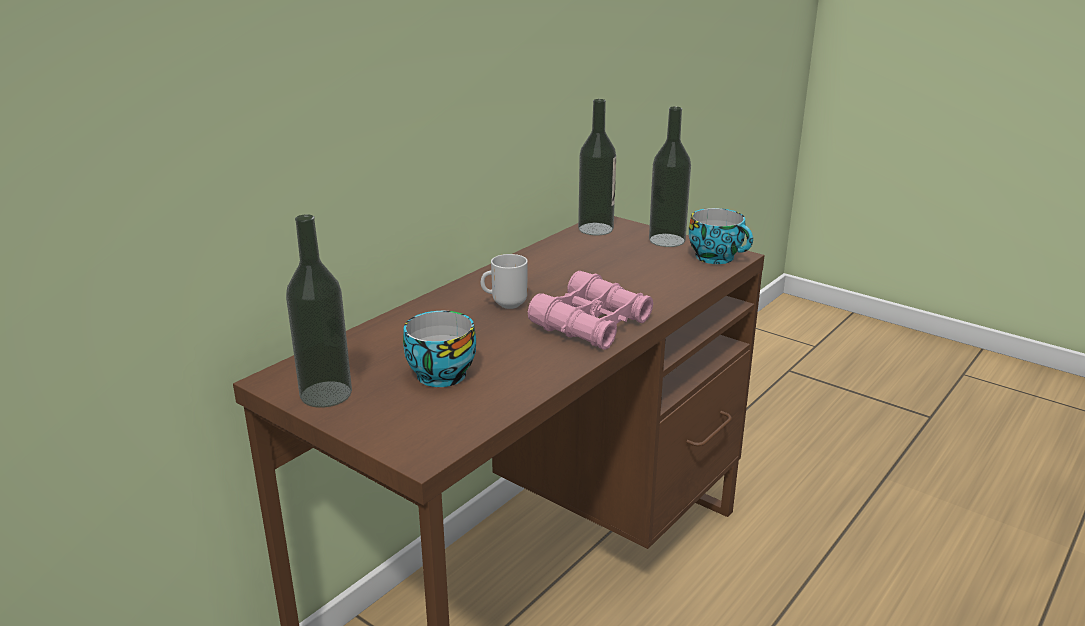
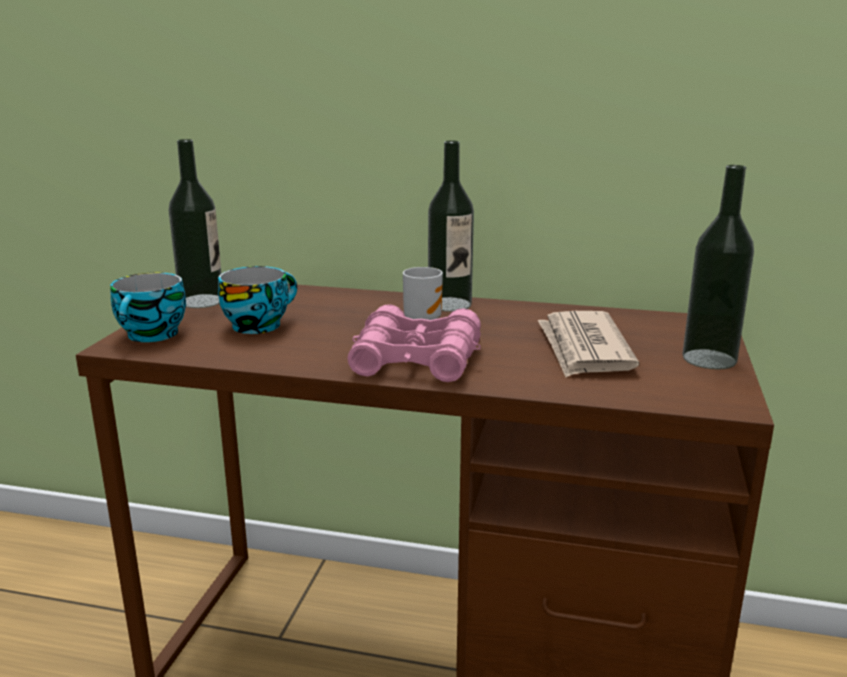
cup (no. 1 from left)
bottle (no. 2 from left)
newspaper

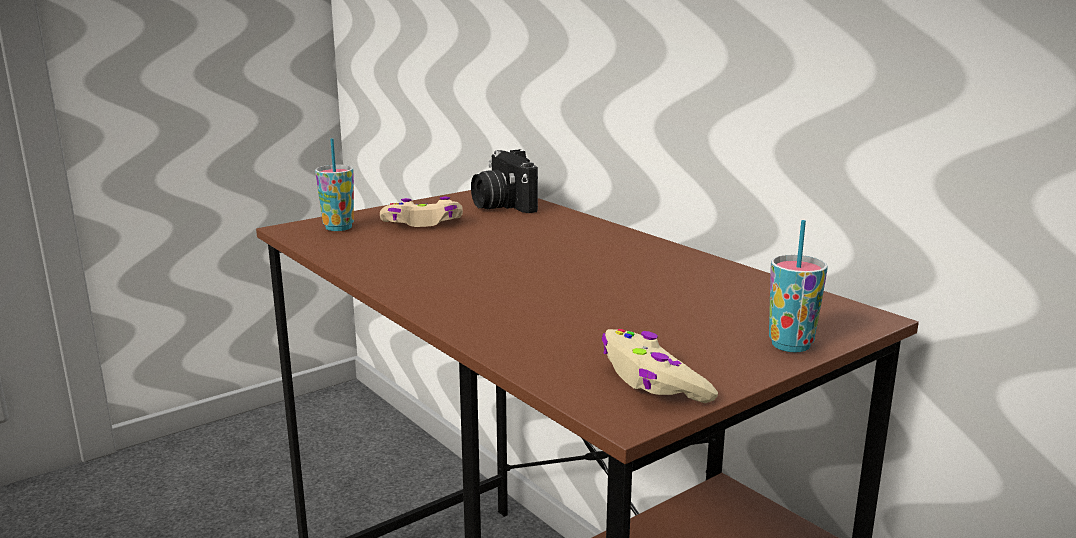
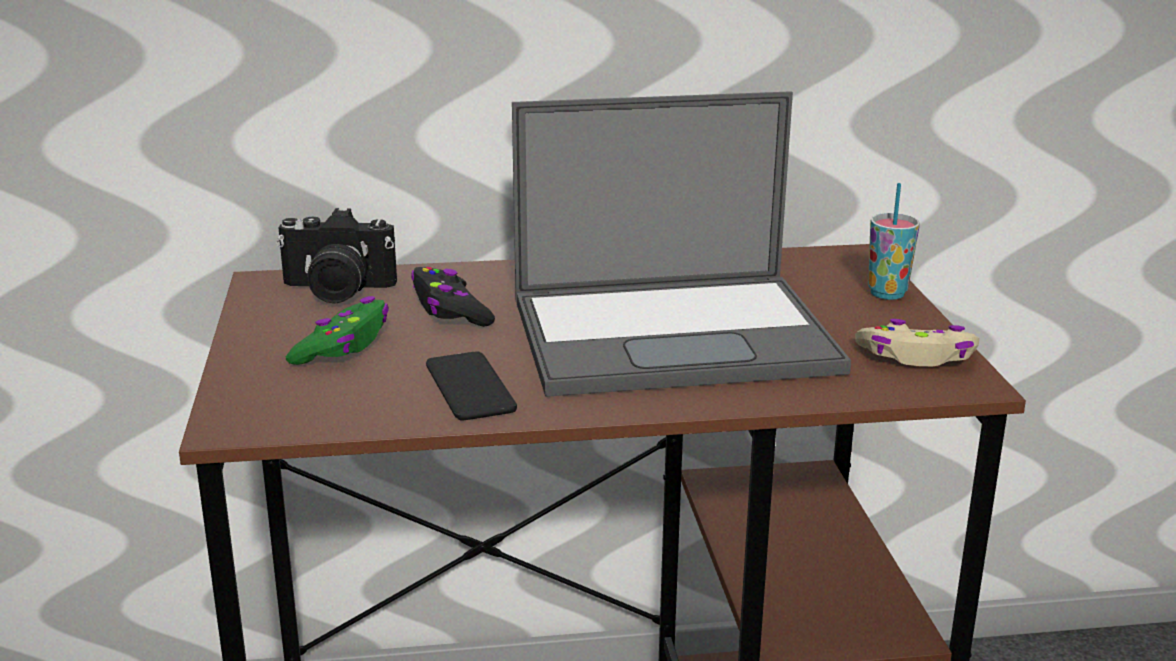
green game controller
black game controller
phone
laptop
cup (no. 1 from left in the first image)

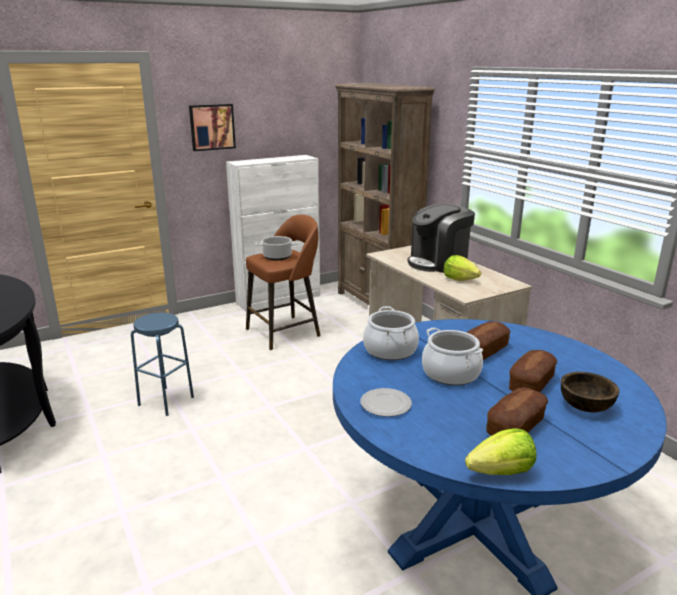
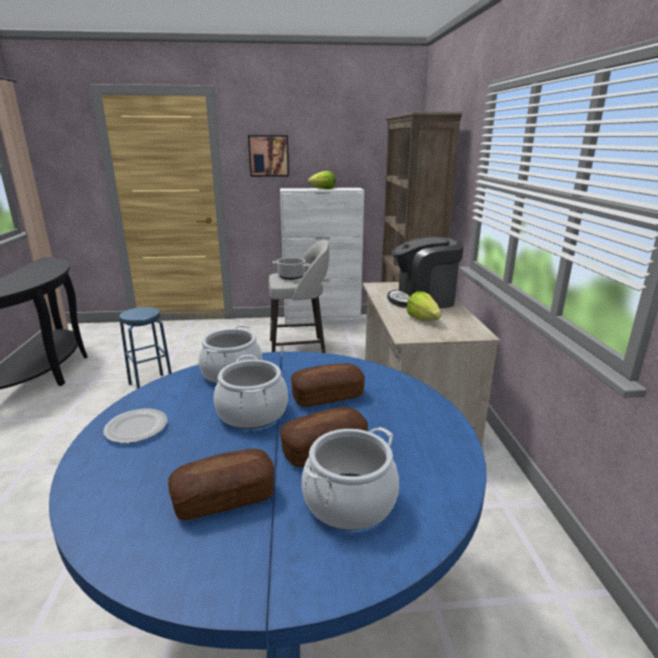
grey stool
cooking pot (no. 4 from left)
lettuce (no. 1 from left)

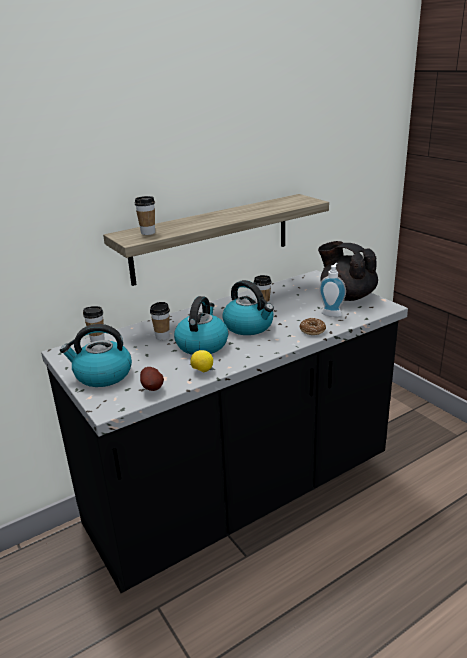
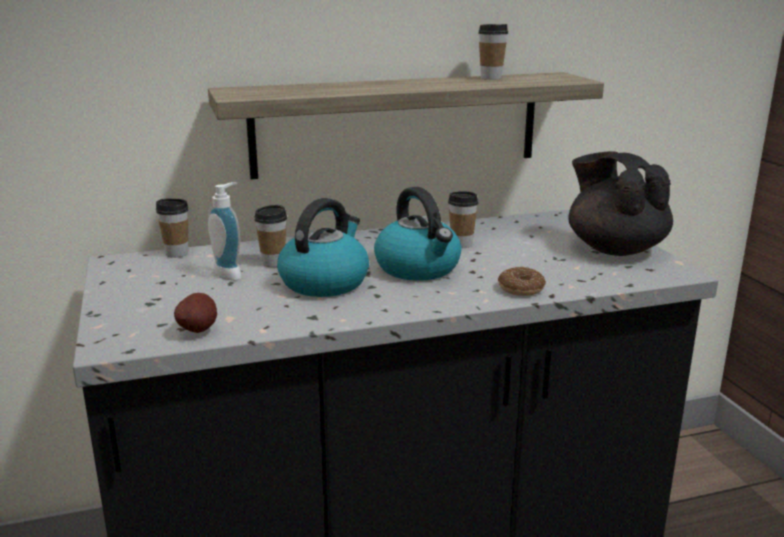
soap dispenser
cup (no. 4 from left)
kettle (no. 1 from left in the first image)
lemon

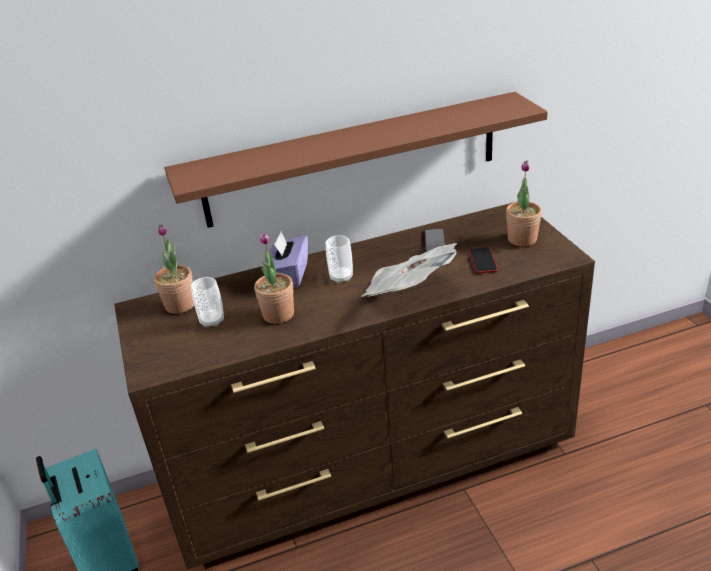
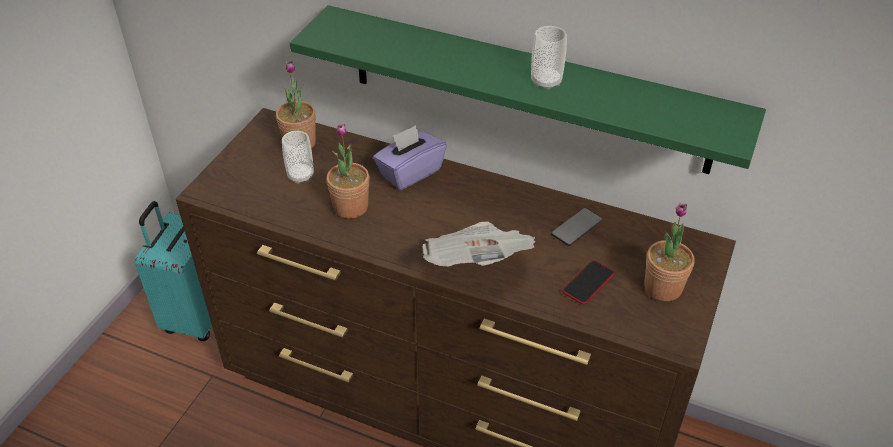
green shelf
cup (no. 2 from left)

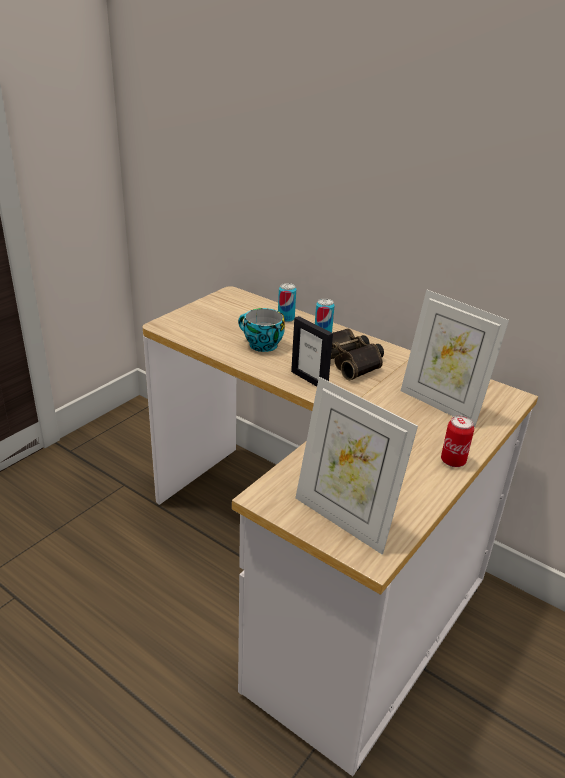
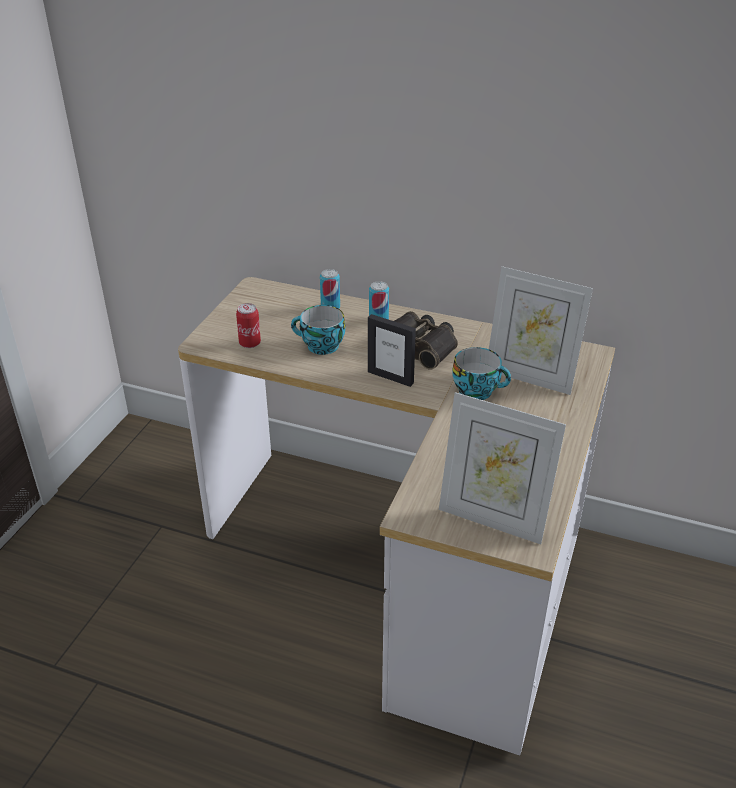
can (no. 1 from left)
cup (no. 2 from left)

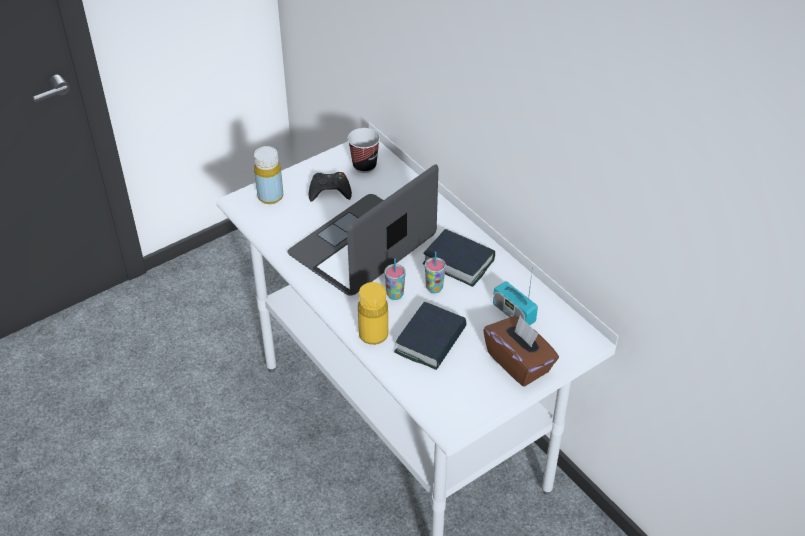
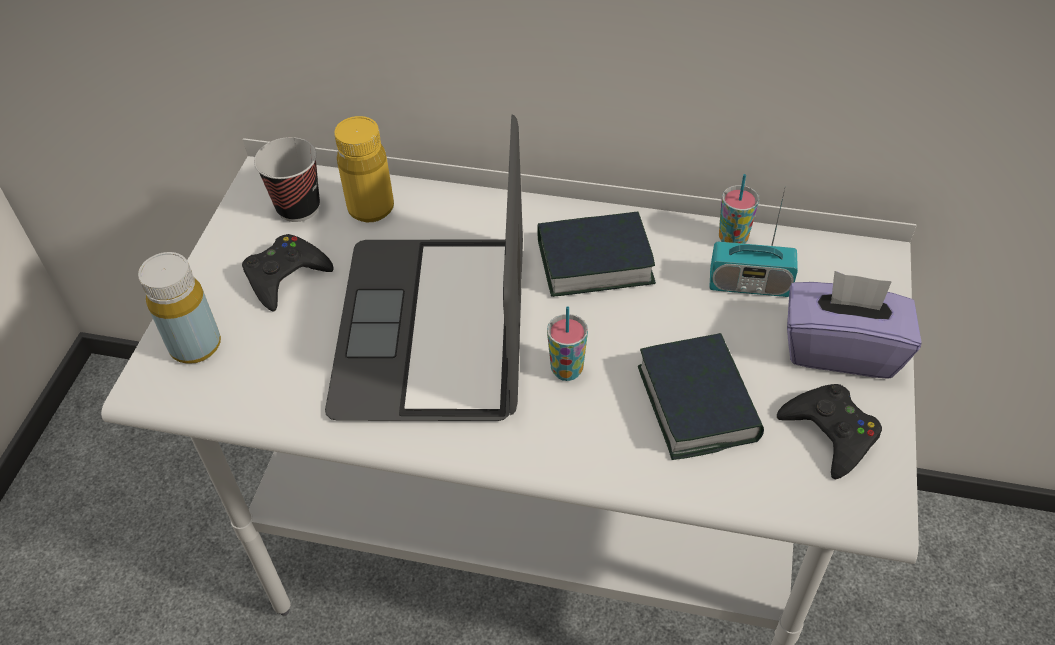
yellow bottle (no. 2 from left)
cup (no. 3 from left)
black game controller (no. 2 from left)
purple tissue box

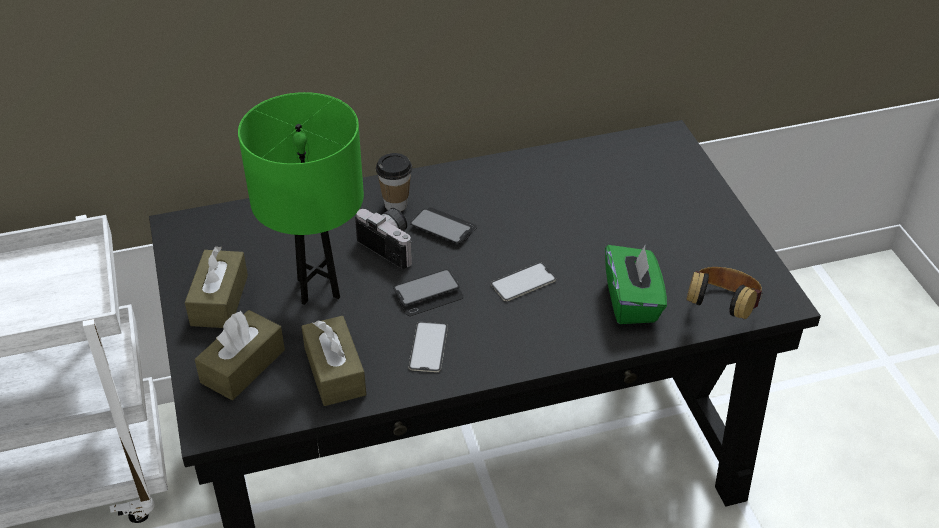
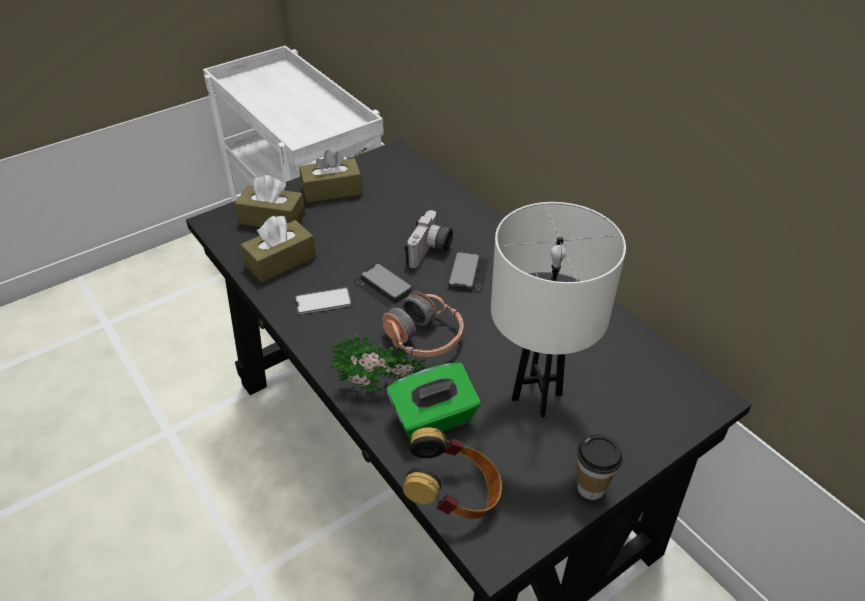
potted plant
headphones (no. 1 from left)
white table lamp
cup
green table lamp

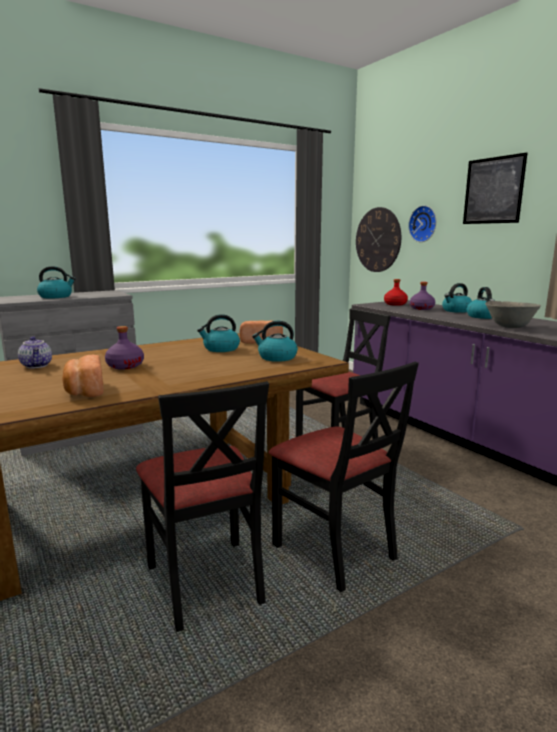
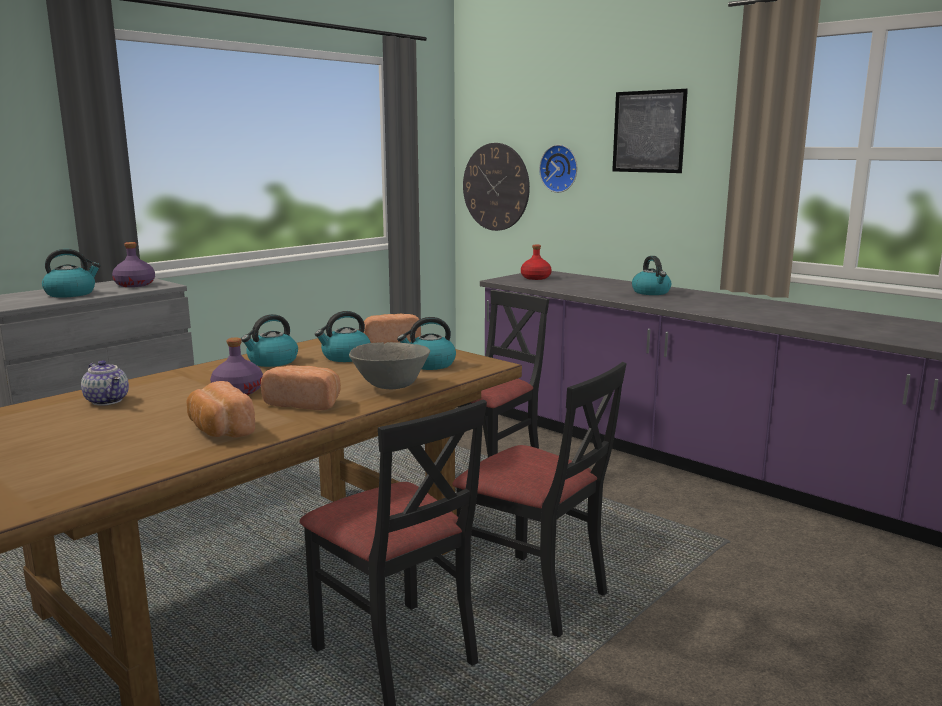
purple bottle (no. 1 from left)
kettle (no. 2 from left)
bread (no. 2 from left)
grey bowl

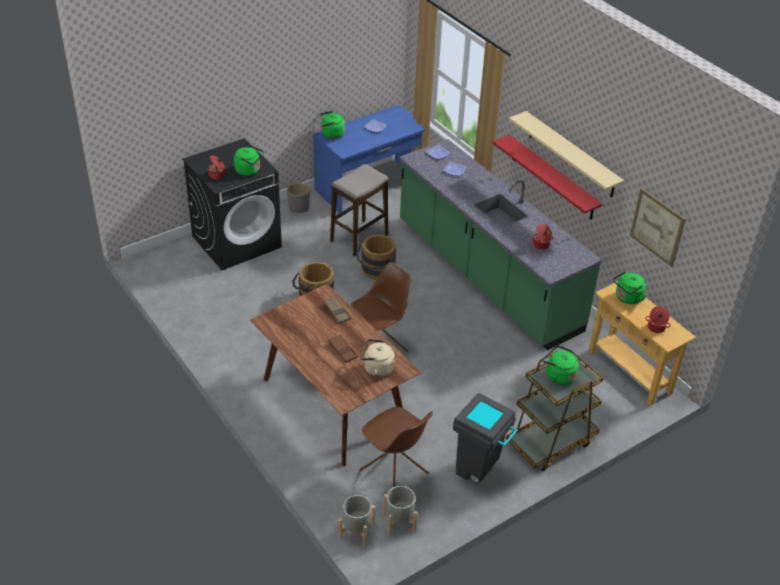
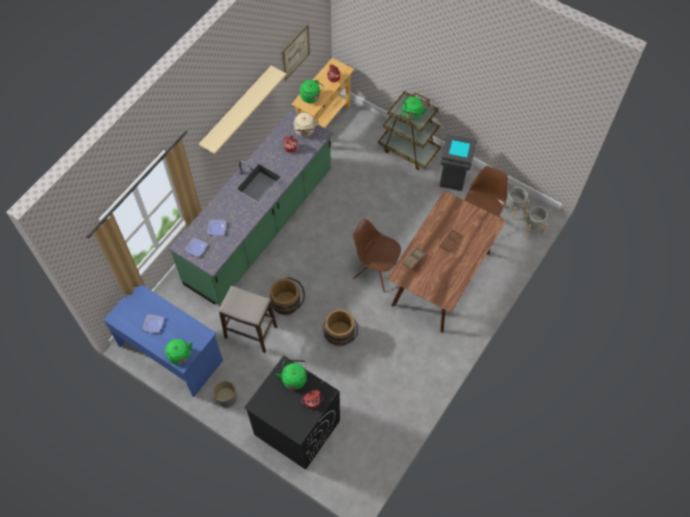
beige kettle
red shelf

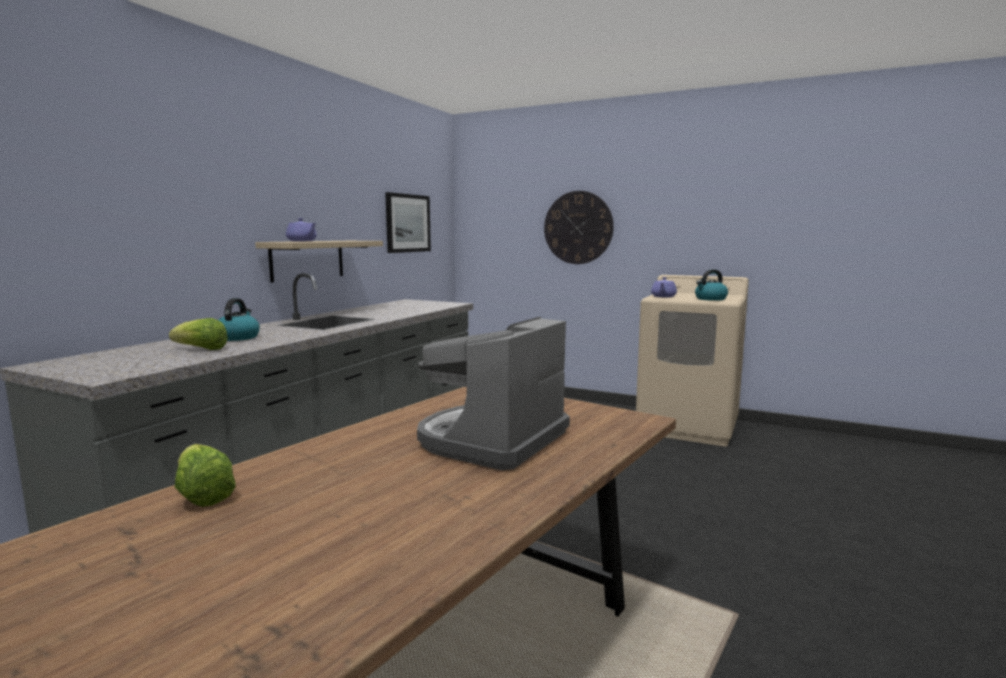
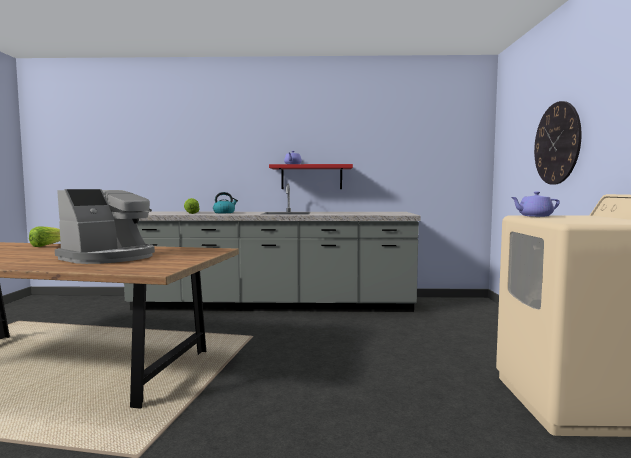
coffee machine
red shelf
picture
kettle (no. 2 from left in the first image)

